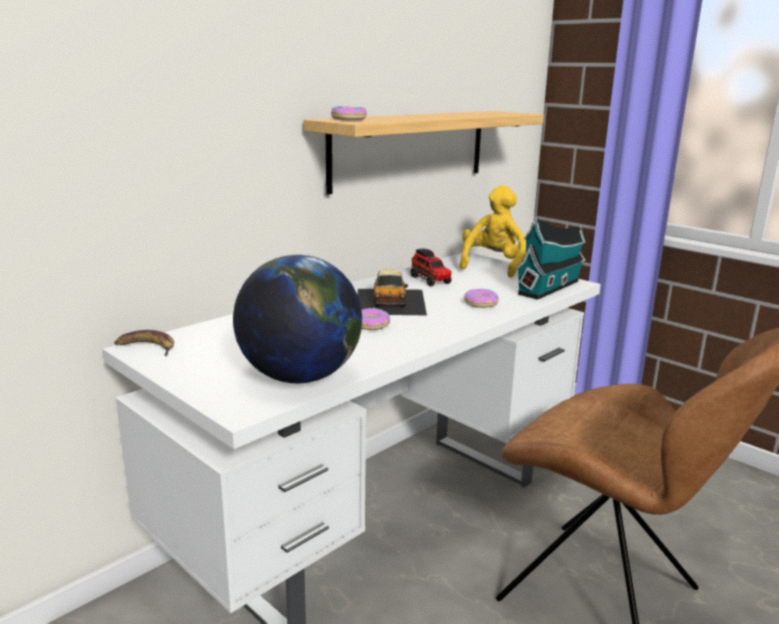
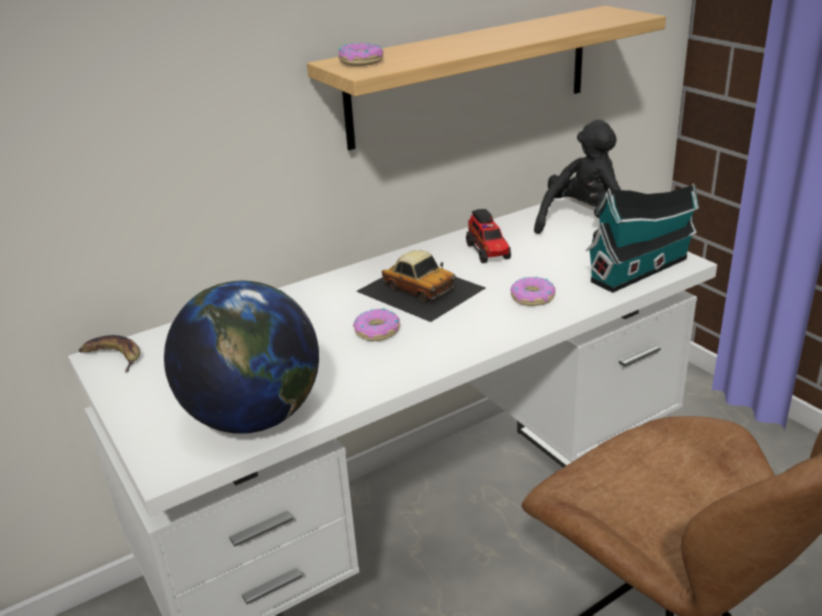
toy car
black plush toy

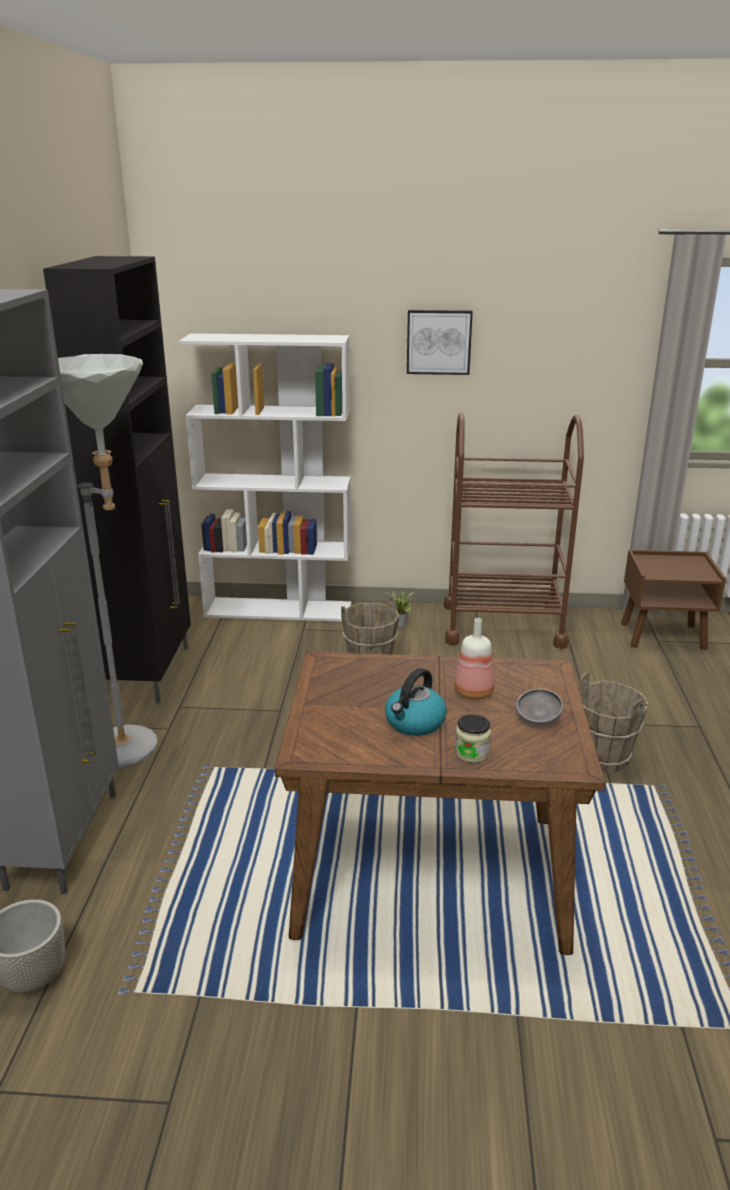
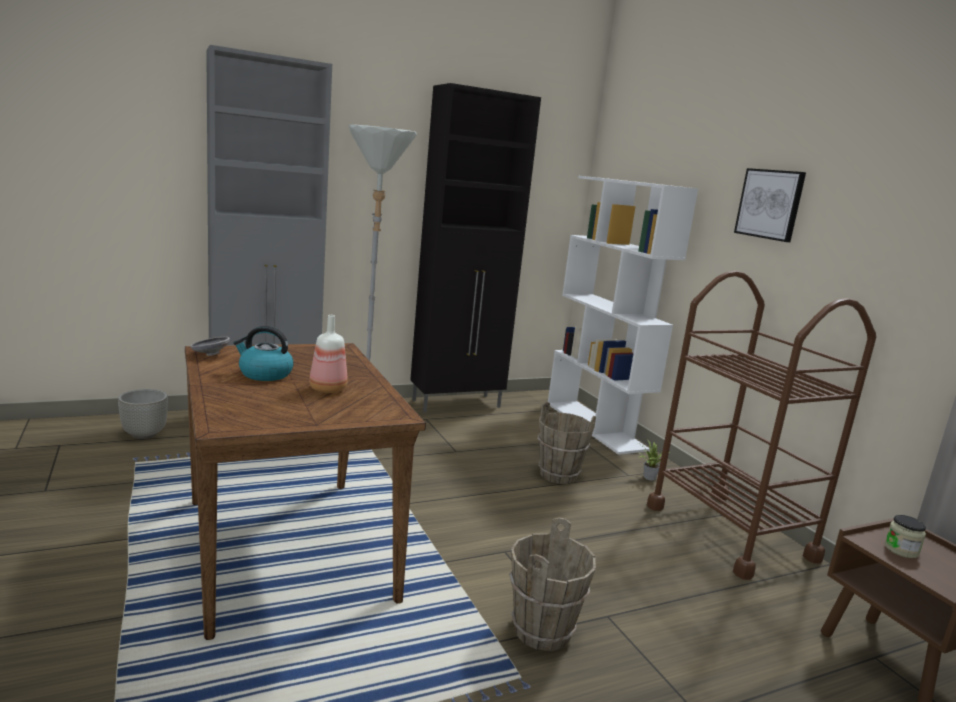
grey bowl
jar

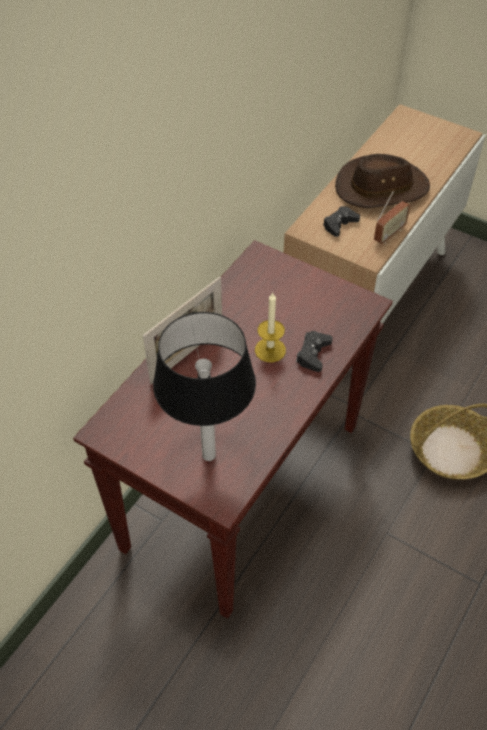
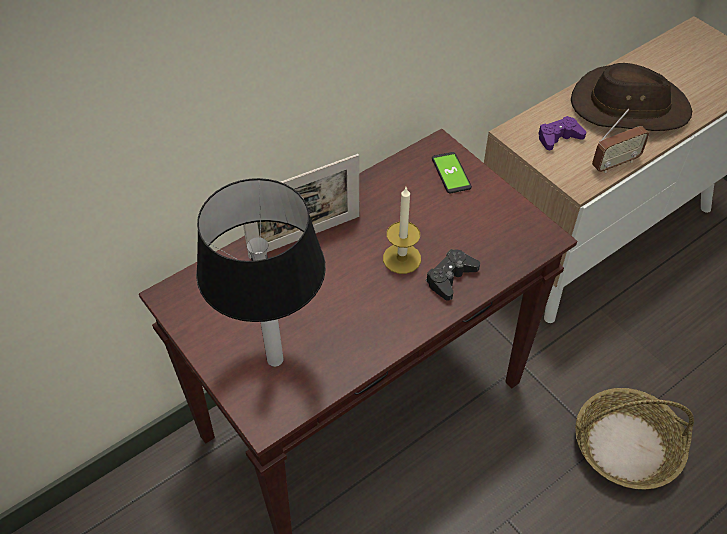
phone
purple game controller

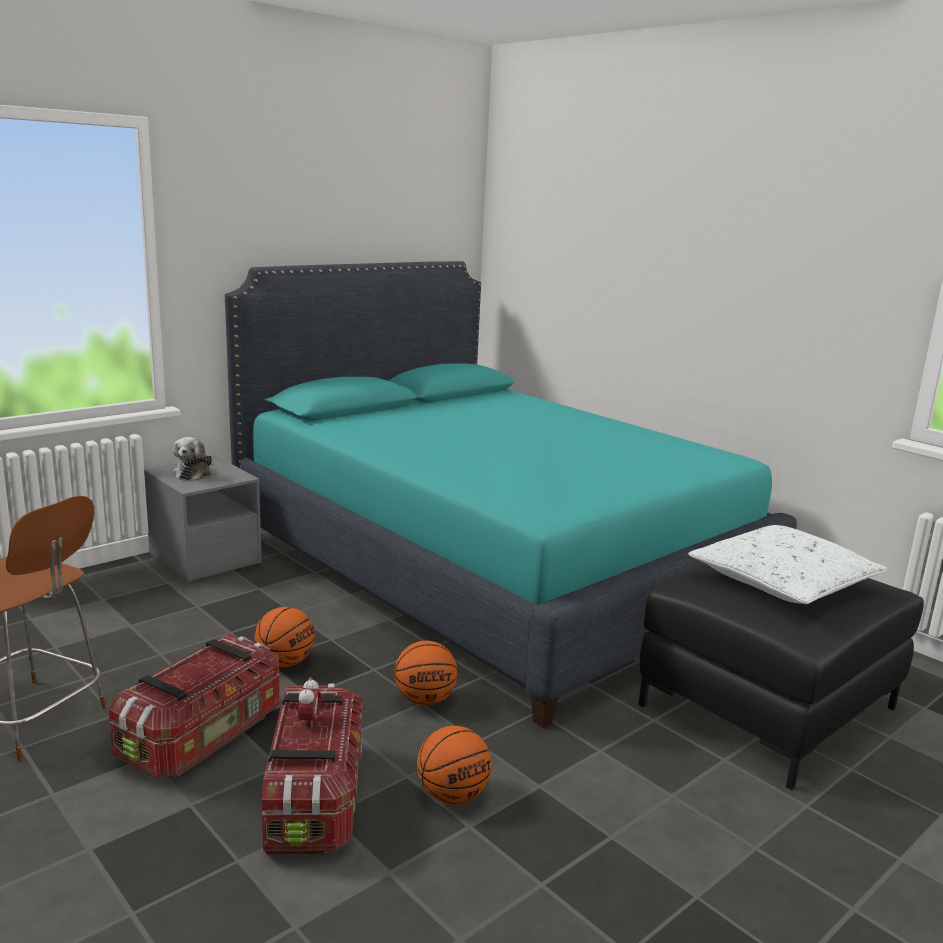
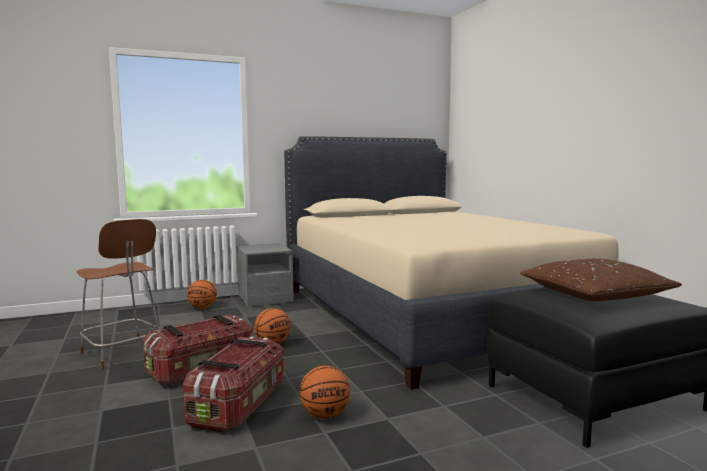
basketball (no. 1 from left)
beige bed
brown pillow
plush toy
alarm clock

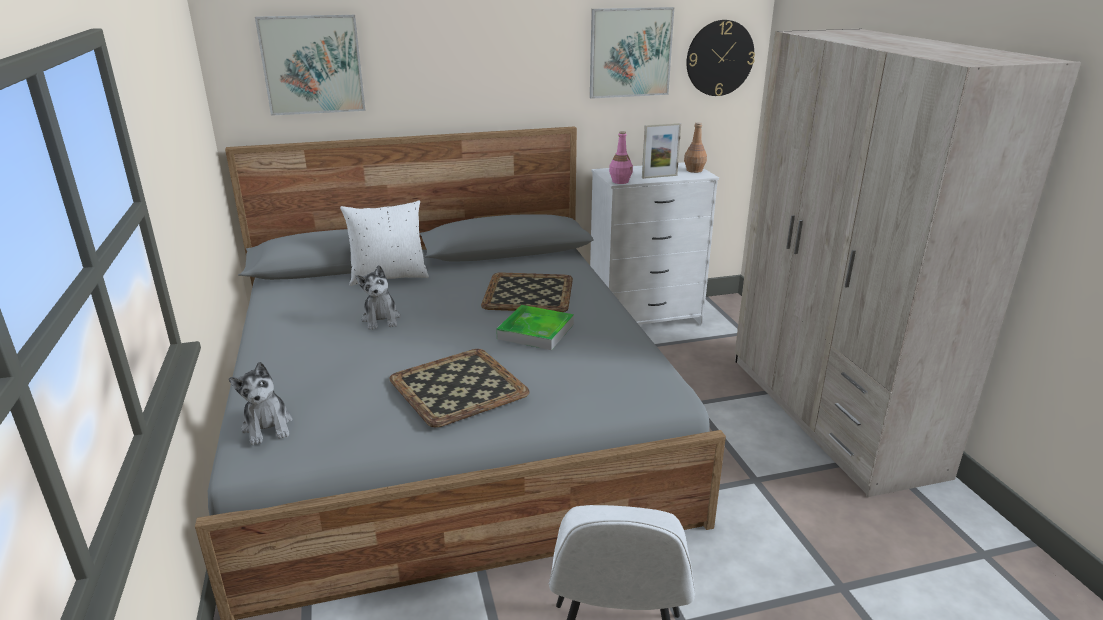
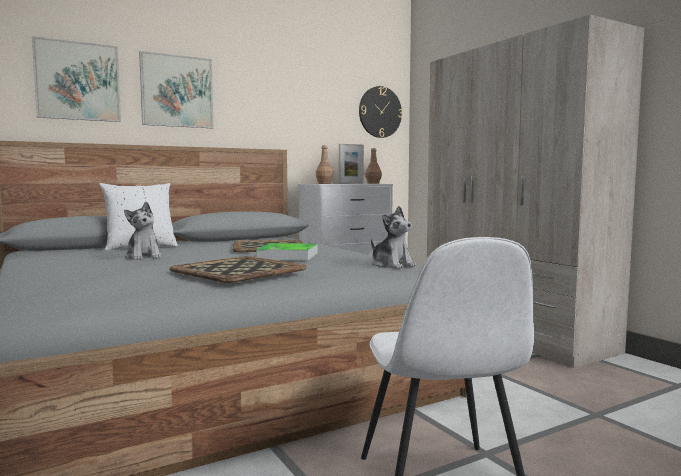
picture (no. 2 from left)
brown bottle (no. 1 from left)
plush toy (no. 2 from left)

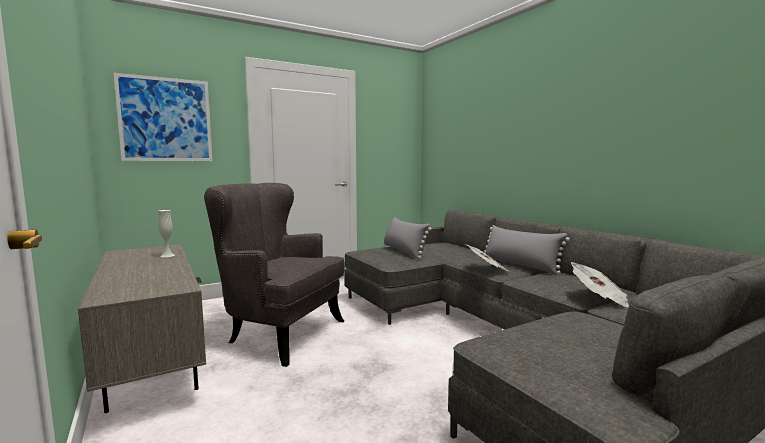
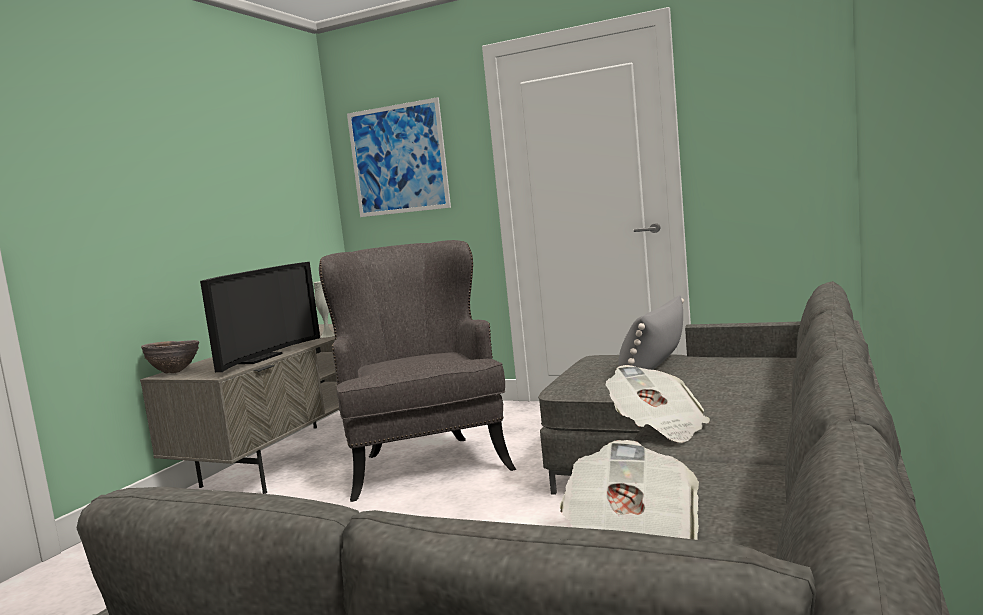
brown bowl
television
grey pillow (no. 2 from left in the first image)

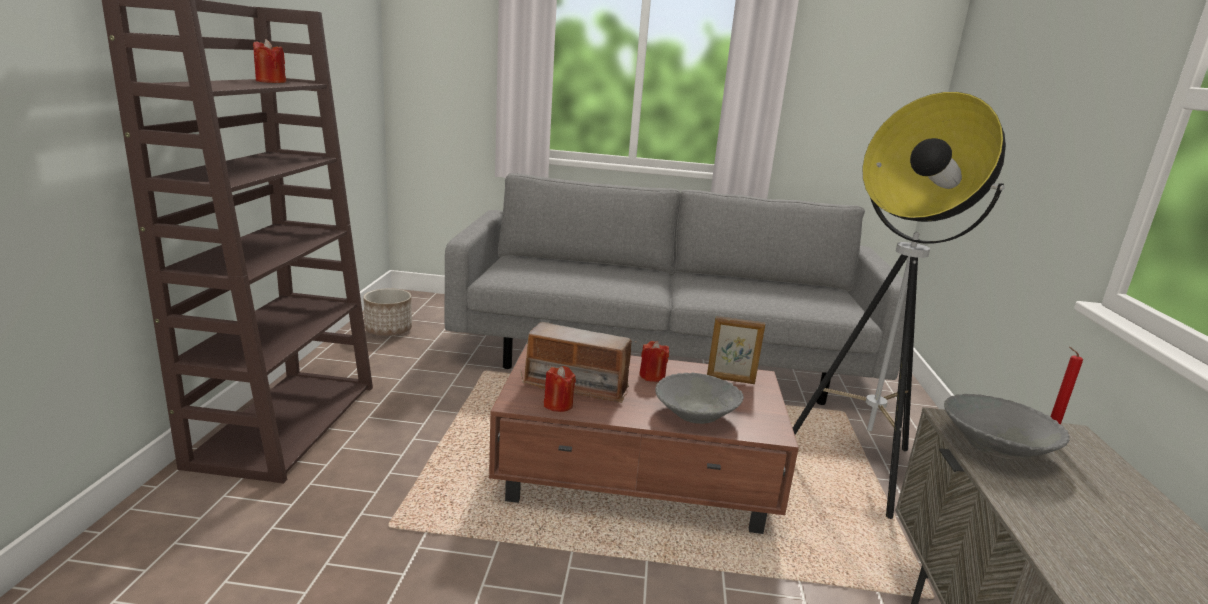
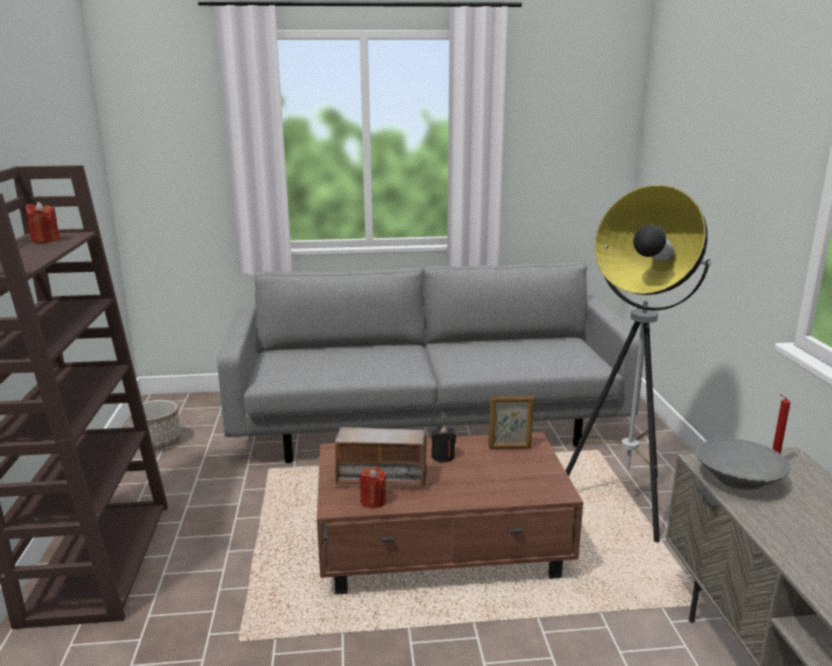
black candle
grey bowl (no. 1 from left in the first image)

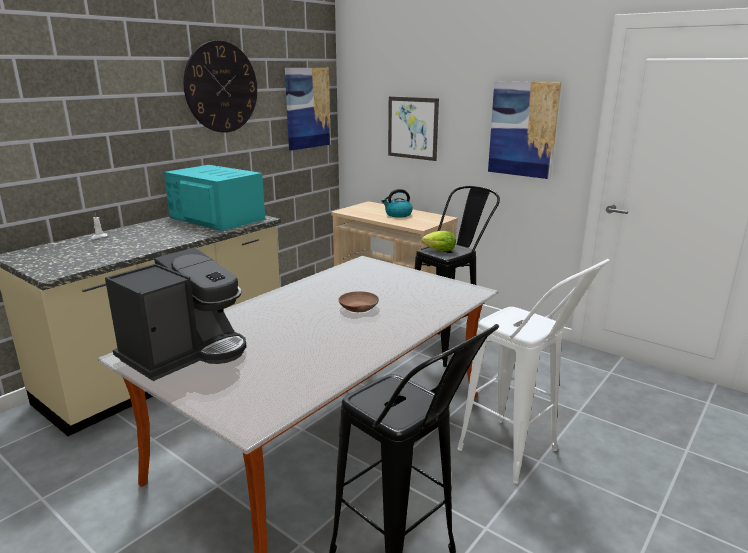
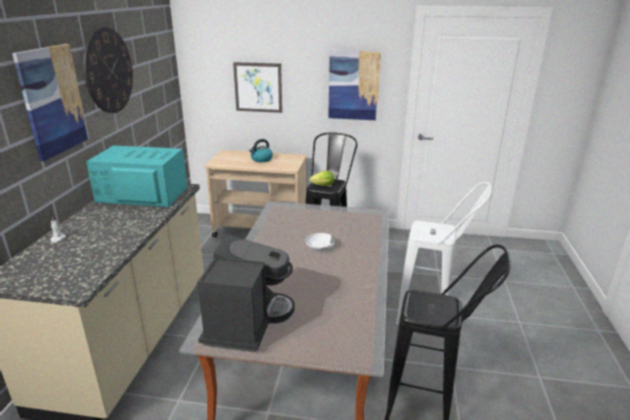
picture (no. 1 from left)
white bowl

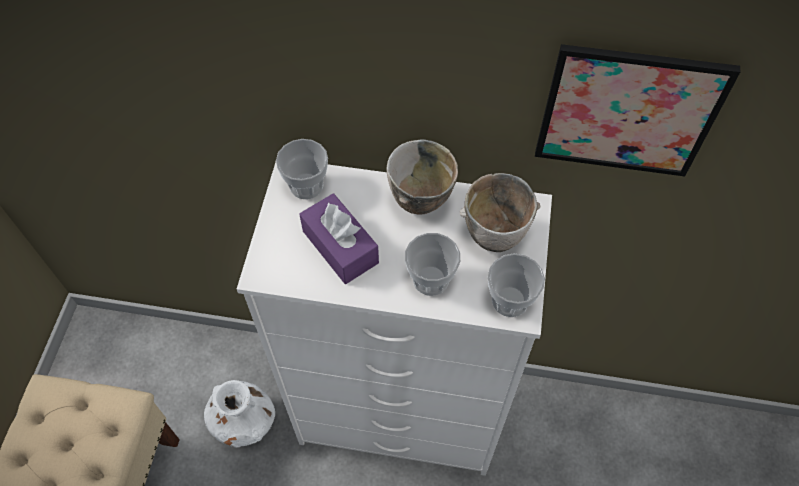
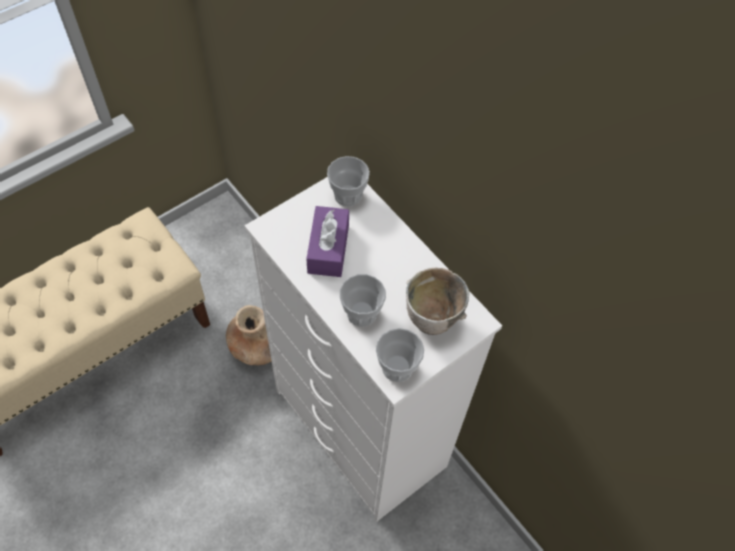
brown vase
bowl (no. 1 from left in the first image)
picture

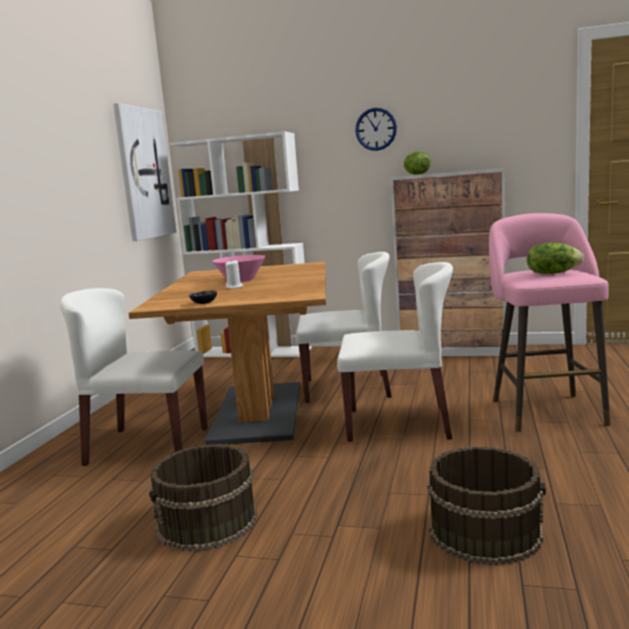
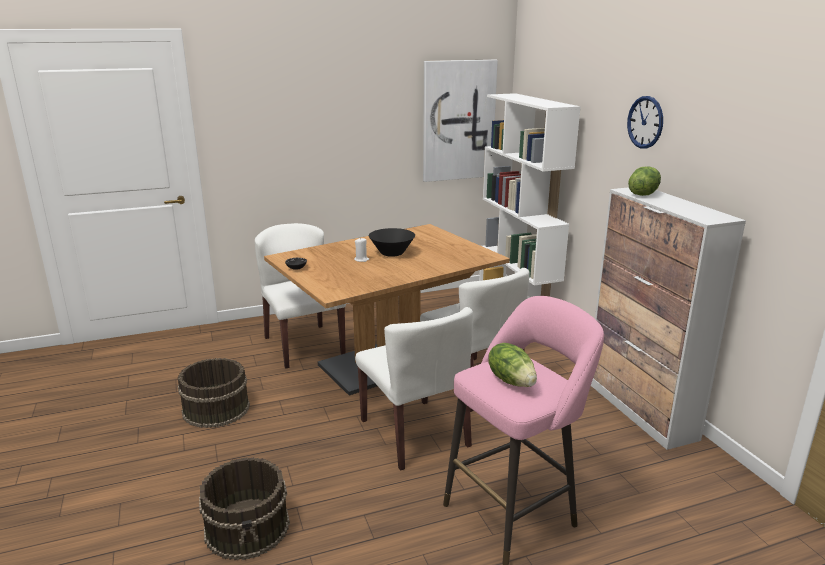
black bowl (no. 2 from left)

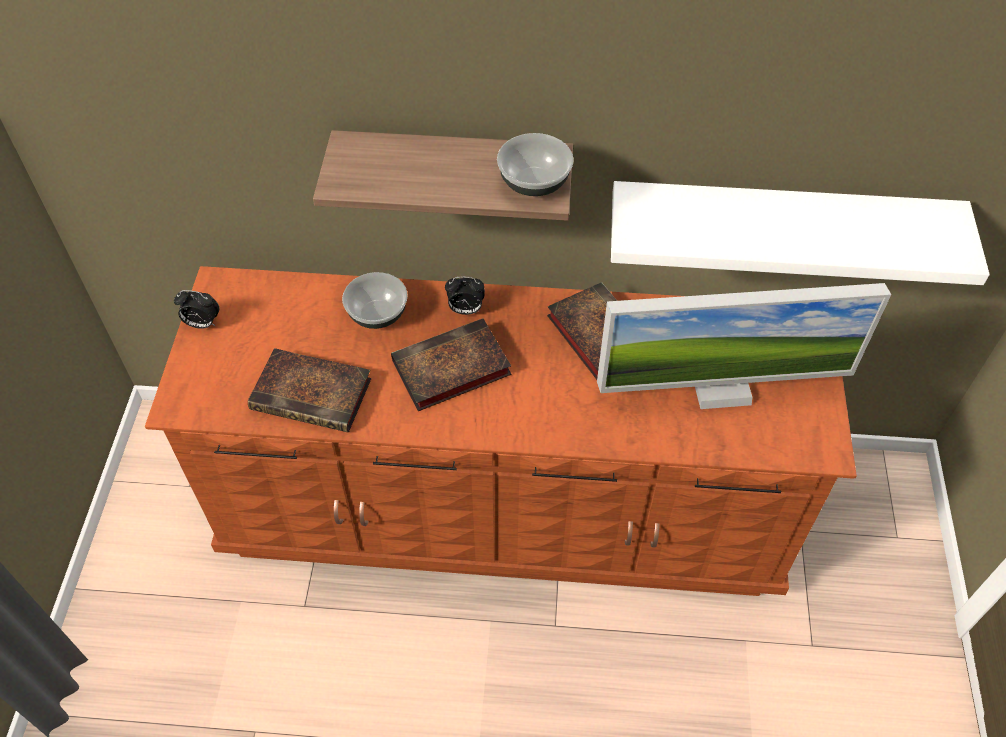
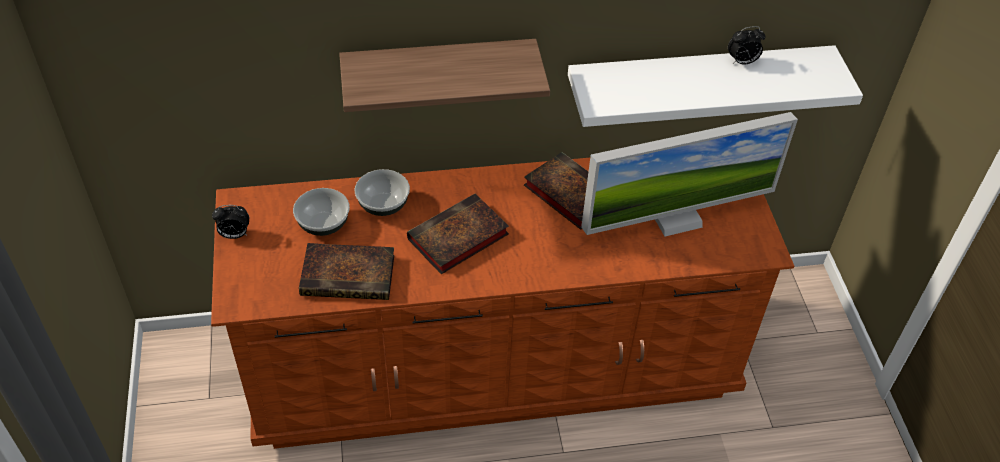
bowl (no. 1 from left)
alarm clock (no. 2 from left)

